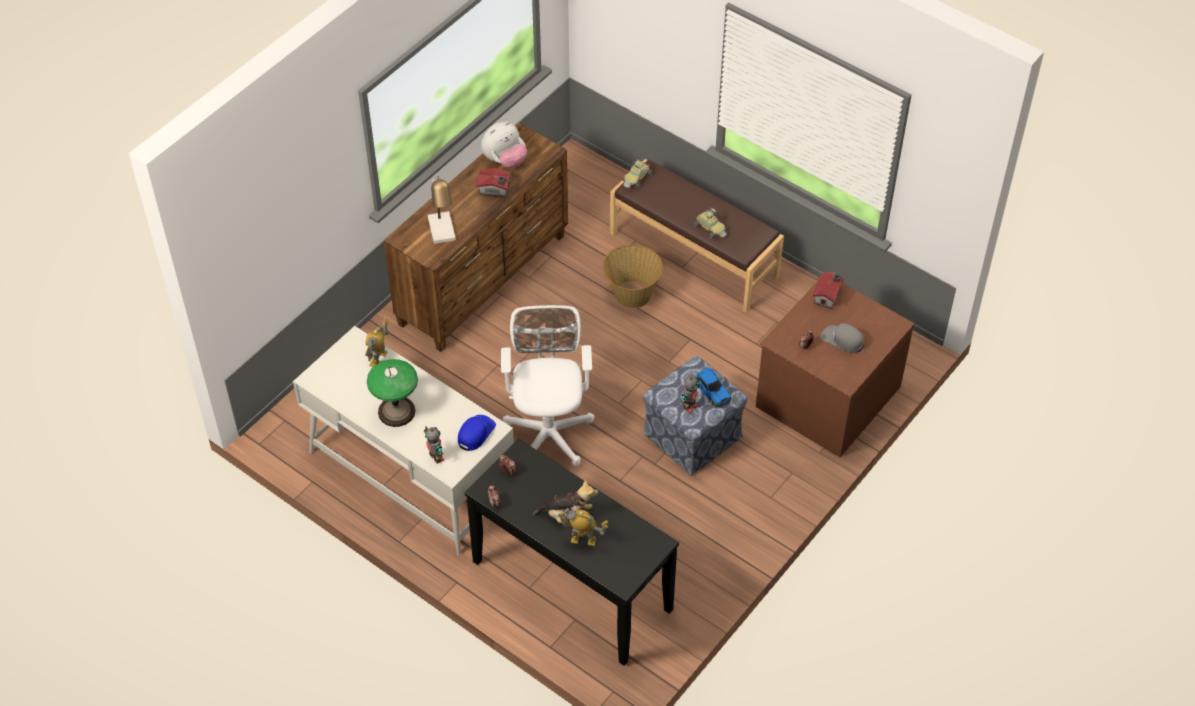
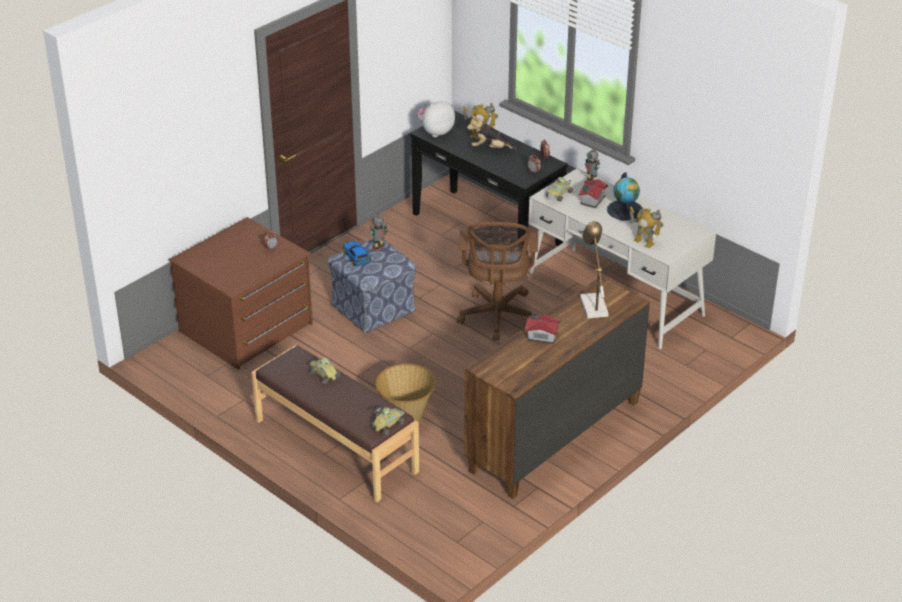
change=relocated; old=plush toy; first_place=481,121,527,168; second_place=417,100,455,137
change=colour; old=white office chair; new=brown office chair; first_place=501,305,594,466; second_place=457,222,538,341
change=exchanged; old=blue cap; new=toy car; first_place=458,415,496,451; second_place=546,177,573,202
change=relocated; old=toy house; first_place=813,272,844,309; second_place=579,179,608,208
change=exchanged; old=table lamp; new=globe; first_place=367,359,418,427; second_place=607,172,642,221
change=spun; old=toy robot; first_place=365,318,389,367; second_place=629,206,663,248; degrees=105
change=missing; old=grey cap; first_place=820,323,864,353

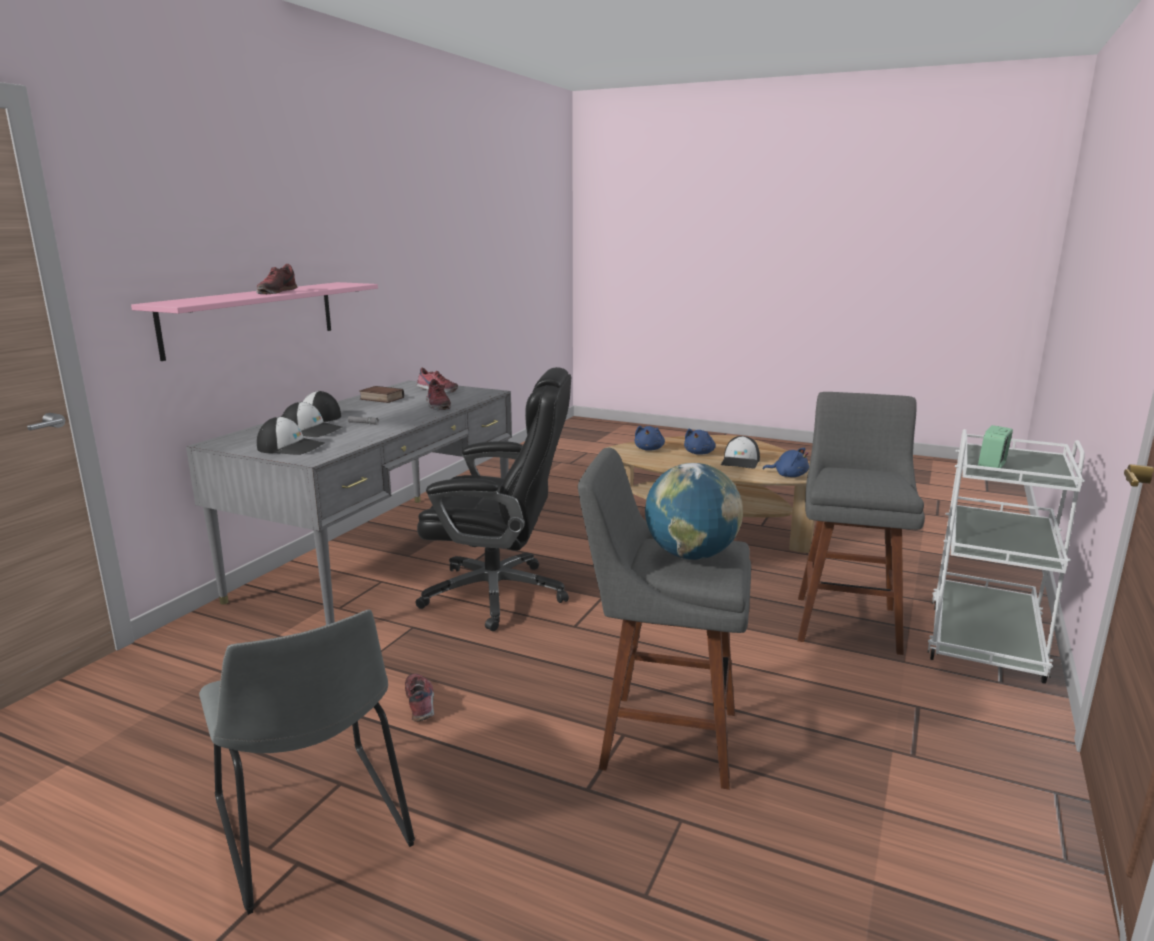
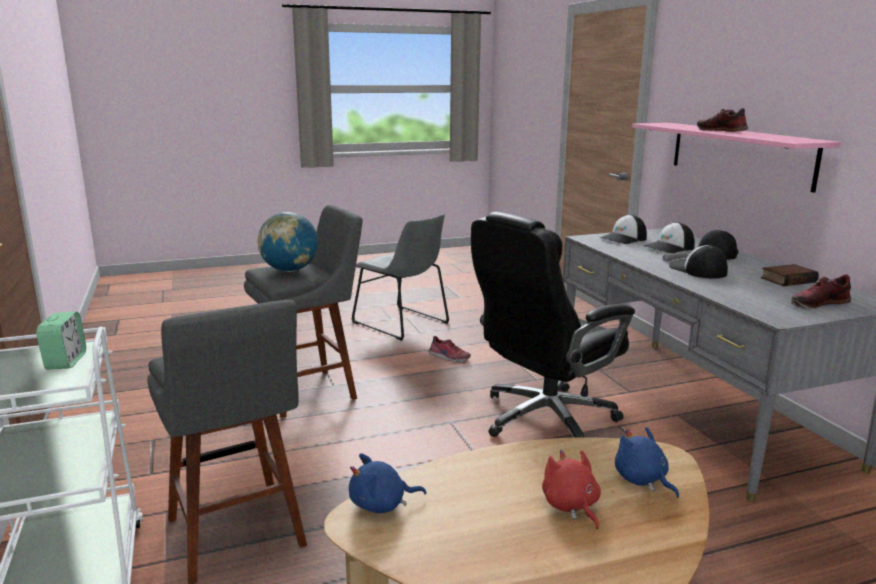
change=spun; old=grey chair; first_place=199,609,415,915; second_place=351,214,449,341; degrees=-150
change=colour; old=blue plush toy; new=red plush toy; first_place=684,429,716,455; second_place=542,450,601,529
change=relocated; old=cap; first_place=721,436,760,469; second_place=669,245,728,279
change=missing; old=shoe; first_place=426,379,451,410

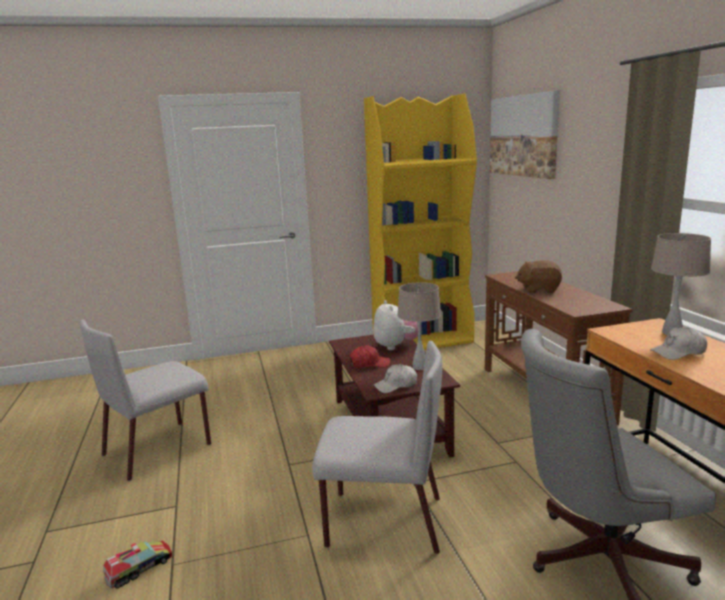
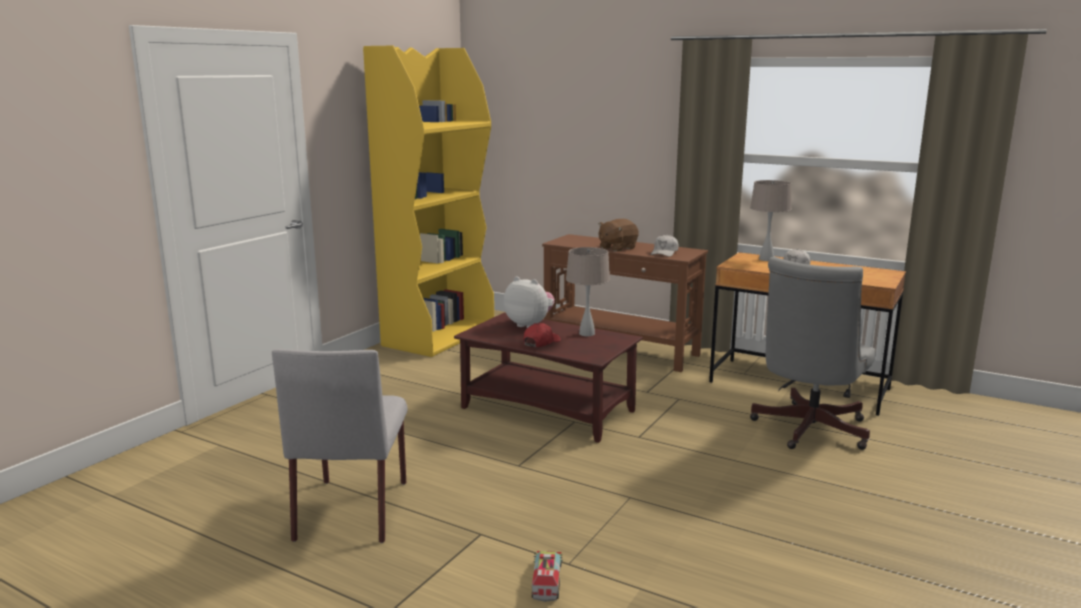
change=relocated; old=white cap; first_place=374,364,417,393; second_place=651,234,679,257
change=missing; old=grey chair; first_place=312,341,442,554
change=missing; old=picture; first_place=490,90,560,179

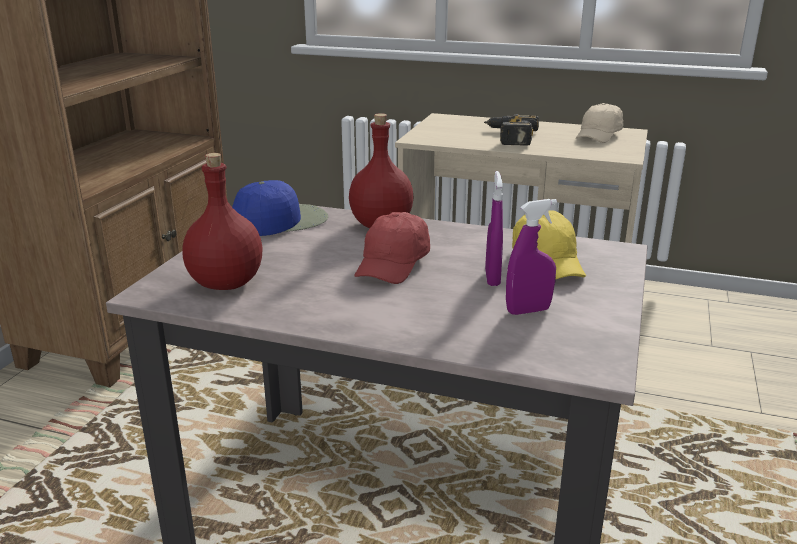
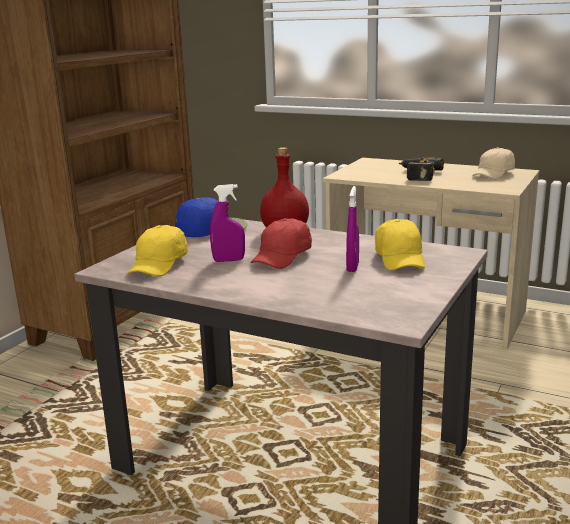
change=exchanged; old=red bottle; new=yellow cap; first_place=182,153,262,290; second_place=128,225,188,276
change=relocated; old=purple spray bottle; first_place=506,199,557,315; second_place=210,184,245,262

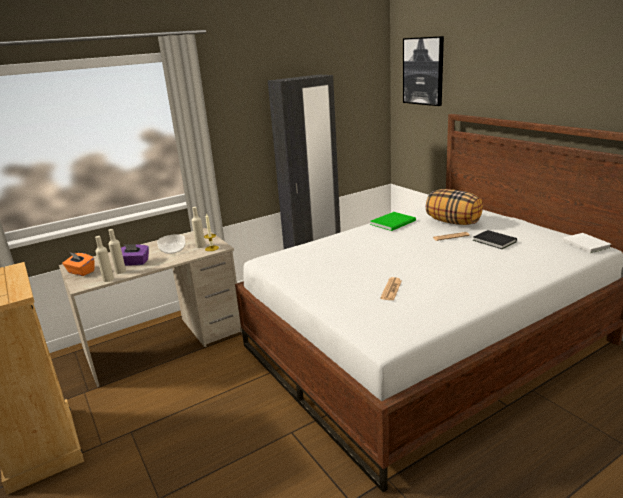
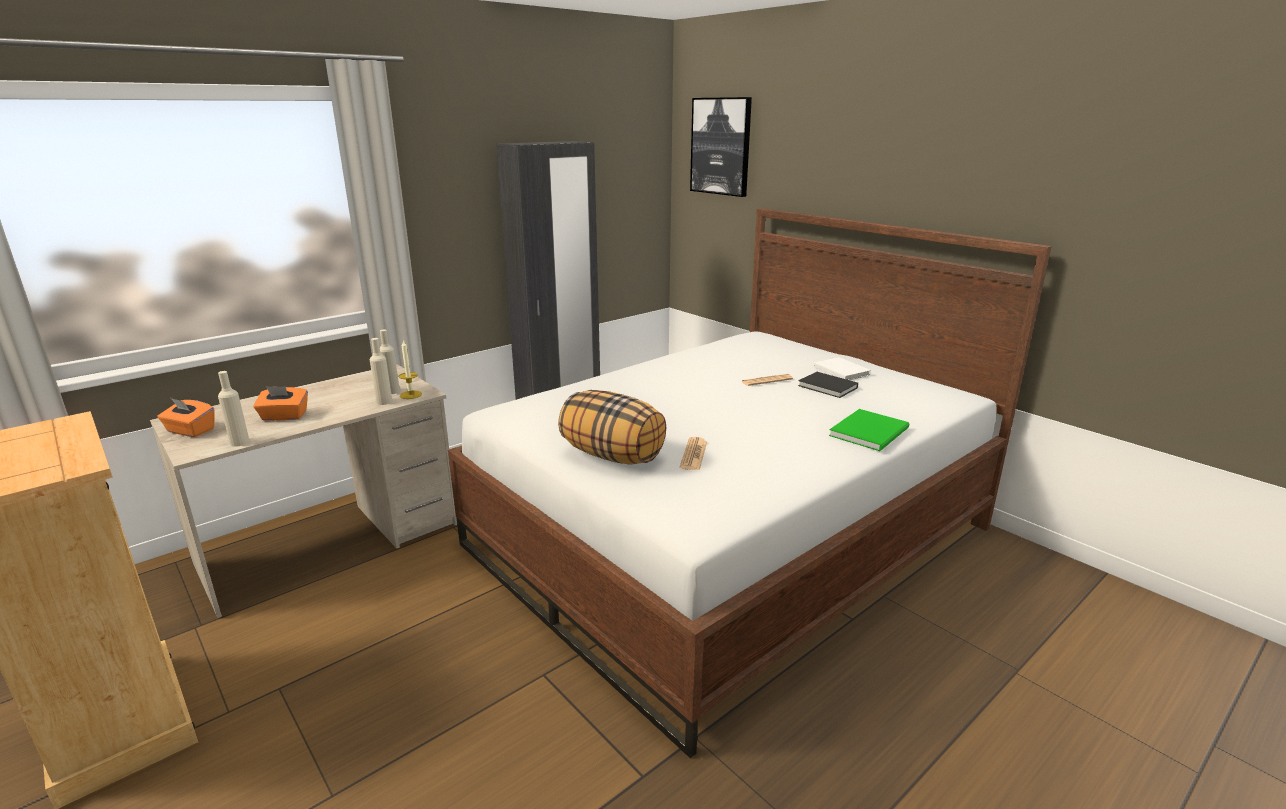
change=colour; old=purple tissue box; new=orange tissue box; first_place=121,244,149,266; second_place=253,386,308,421
change=relocated; old=beige bottle; first_place=108,229,126,274; second_place=370,338,392,405
change=relocated; old=pillow; first_place=426,189,483,225; second_place=558,390,666,465
change=relocated; old=white book; first_place=562,233,611,253; second_place=814,357,871,380
change=relocated; old=green book; first_place=370,212,416,231; second_place=829,409,909,451
change=missing; old=bowl; first_place=157,234,186,254

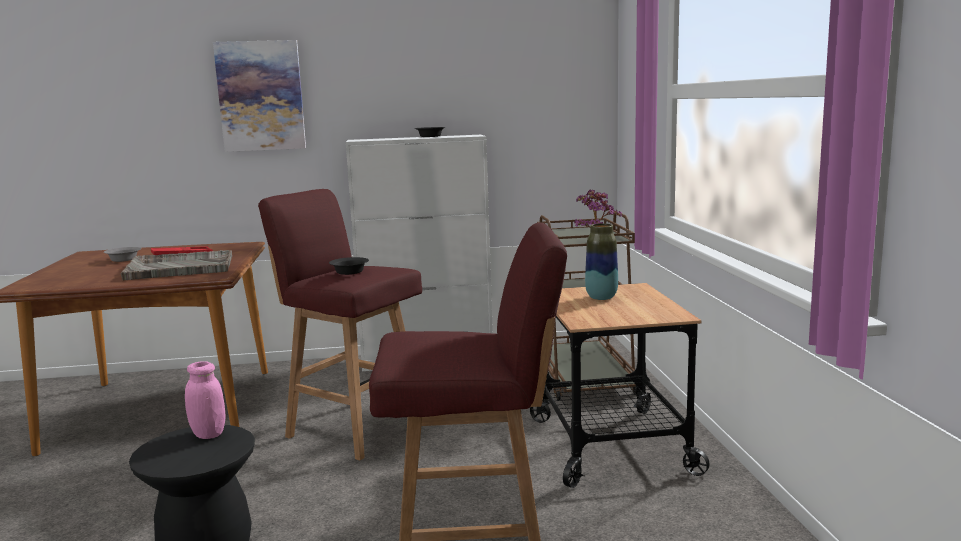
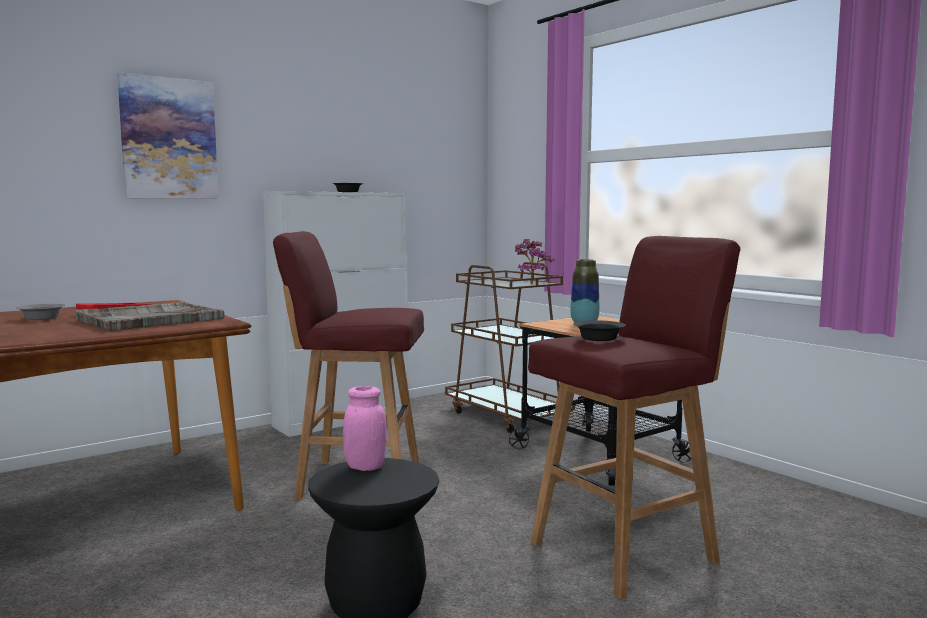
change=relocated; old=black bowl; first_place=329,257,369,275; second_place=573,320,626,341

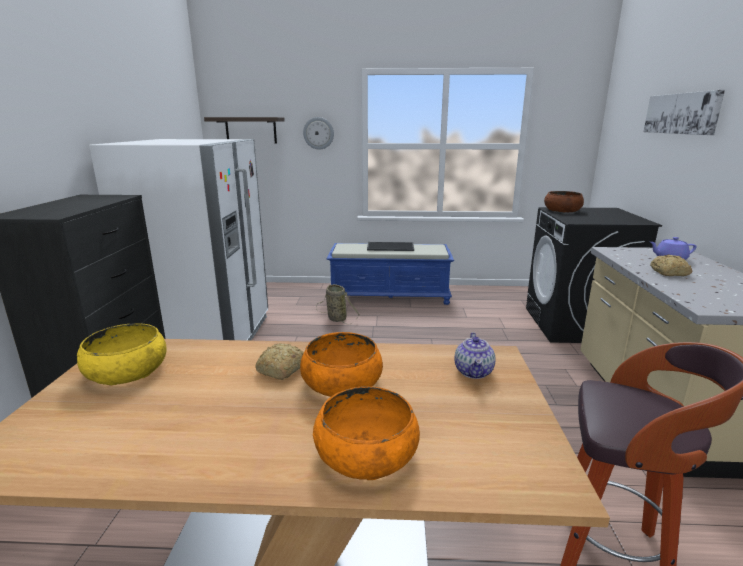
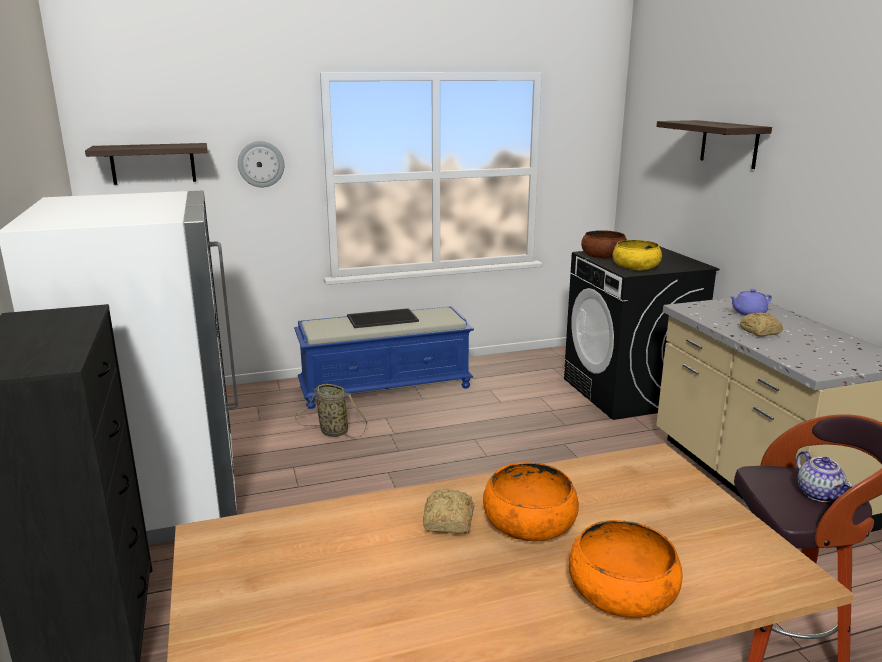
change=relocated; old=yellow bowl; first_place=77,323,167,386; second_place=613,240,662,270
change=exchanged; old=picture; new=shelf; first_place=644,90,725,135; second_place=656,120,772,169
change=relocated; old=teapot; first_place=454,332,495,379; second_place=796,451,853,502

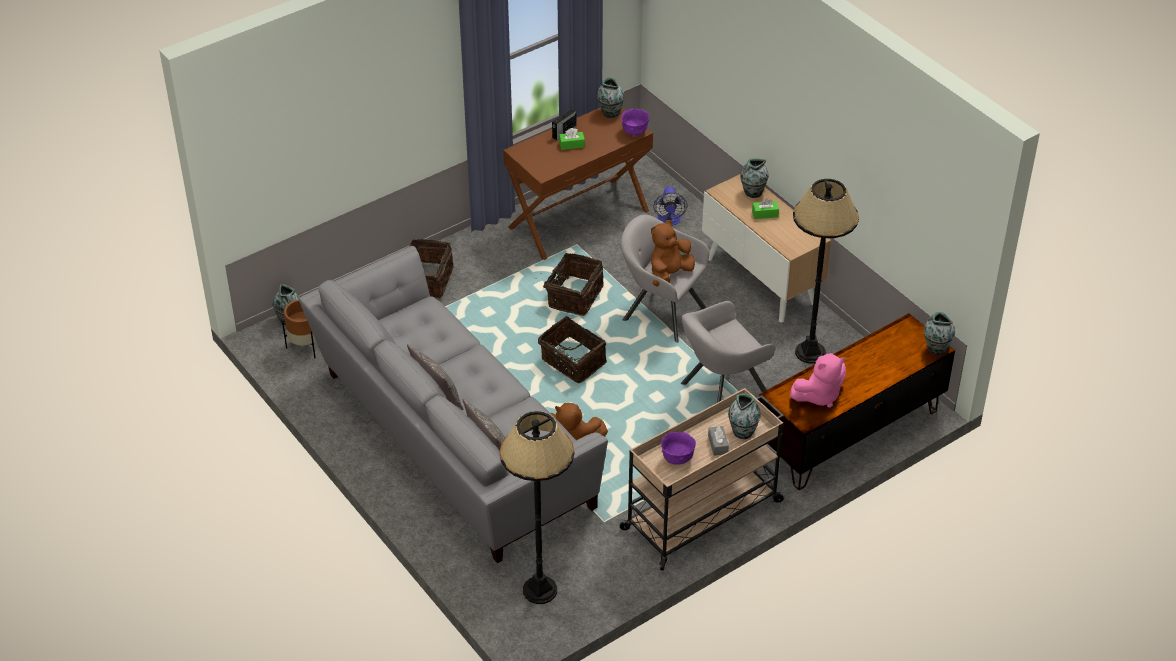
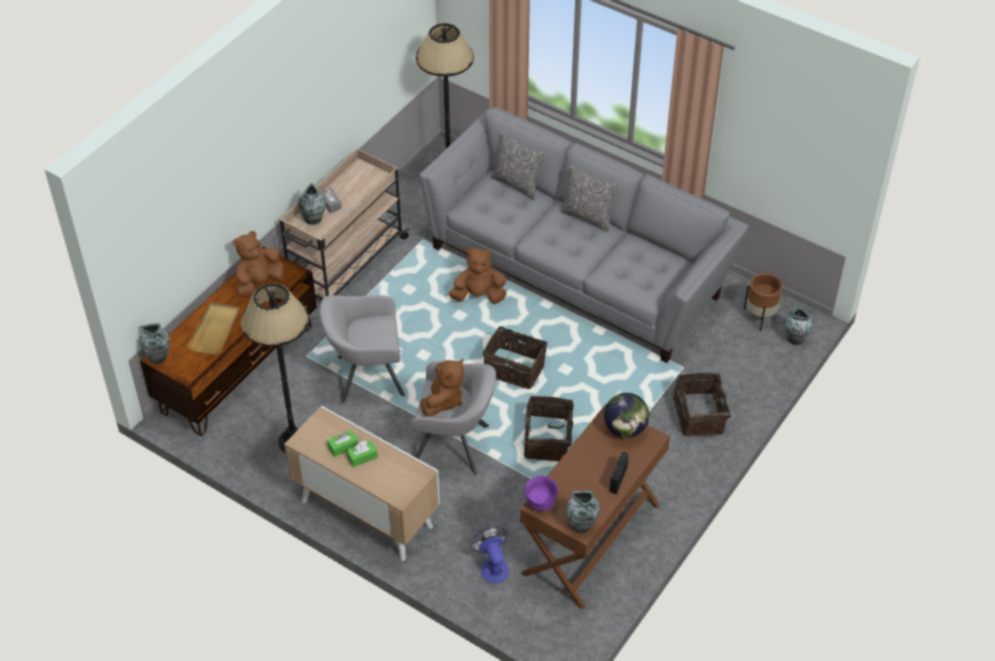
change=appeared; new=beige tray; second_place=187,302,239,355
change=colour; old=pink plush toy; new=brown plush toy; first_place=790,353,846,408; second_place=233,231,284,298
change=spun; old=grey armchair; first_place=681,301,776,403; second_place=320,295,405,403; degrees=-135
change=relocated; old=green tissue box; first_place=559,128,585,150; second_place=327,430,358,457
change=appeared; new=globe; second_place=604,393,649,438
change=missing; old=purple bowl; first_place=661,432,696,465
change=missing; old=vase; first_place=740,158,769,198

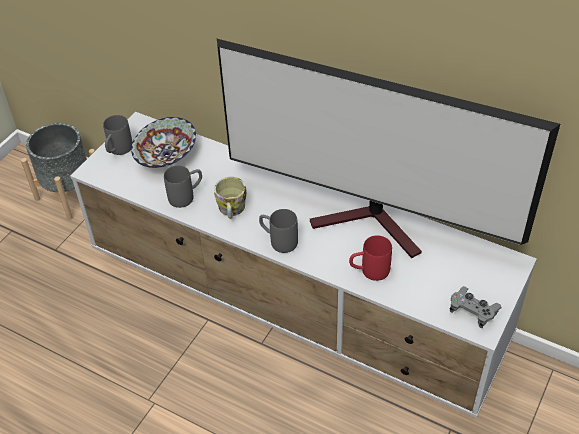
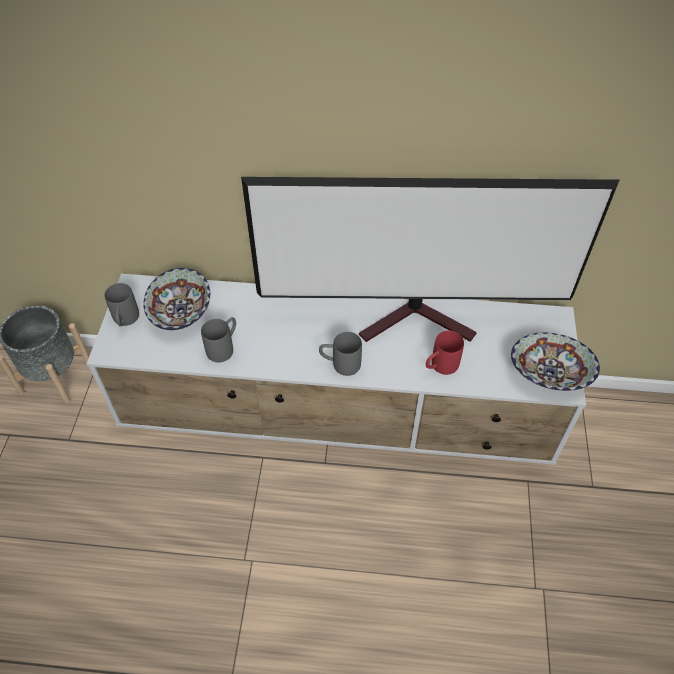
change=exchanged; old=grey game controller; new=bowl; first_place=450,286,501,328; second_place=511,333,600,391
change=missing; old=mug; first_place=214,177,247,219

